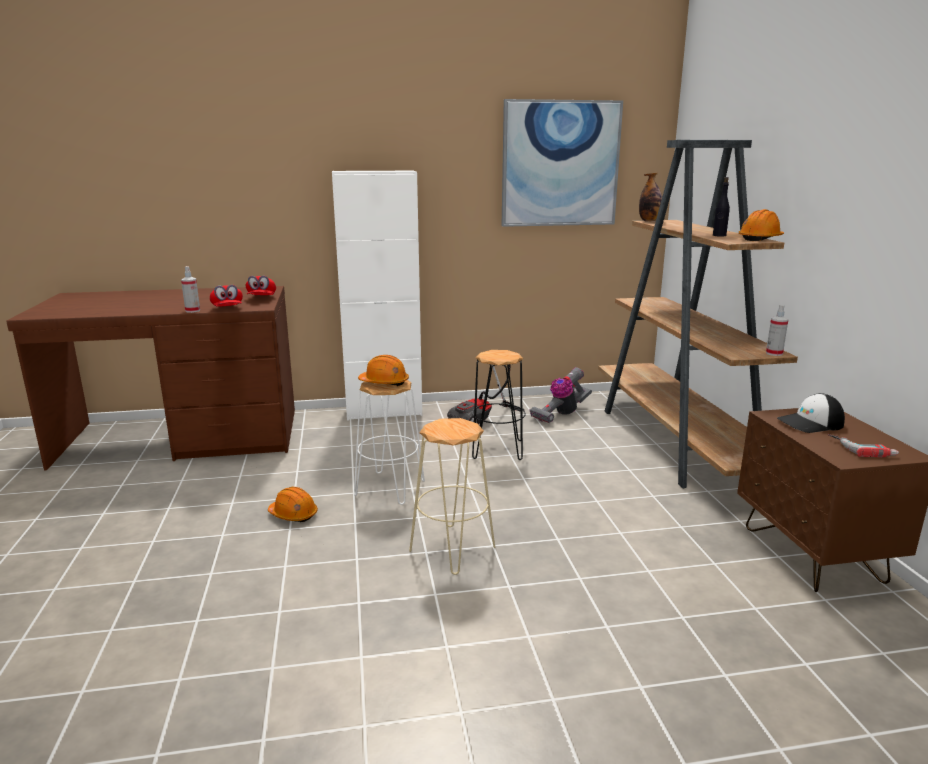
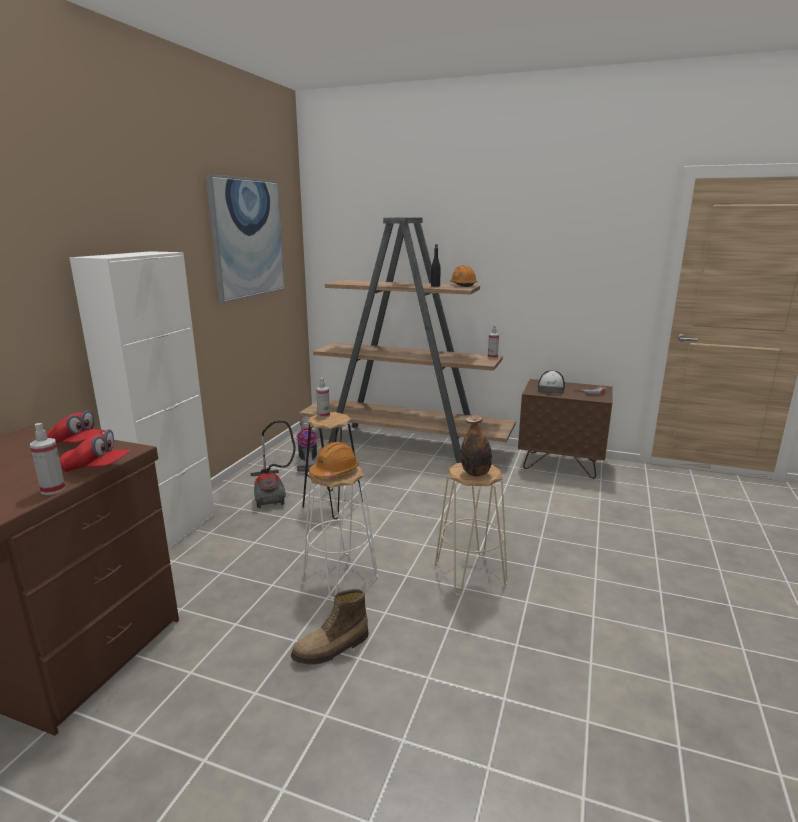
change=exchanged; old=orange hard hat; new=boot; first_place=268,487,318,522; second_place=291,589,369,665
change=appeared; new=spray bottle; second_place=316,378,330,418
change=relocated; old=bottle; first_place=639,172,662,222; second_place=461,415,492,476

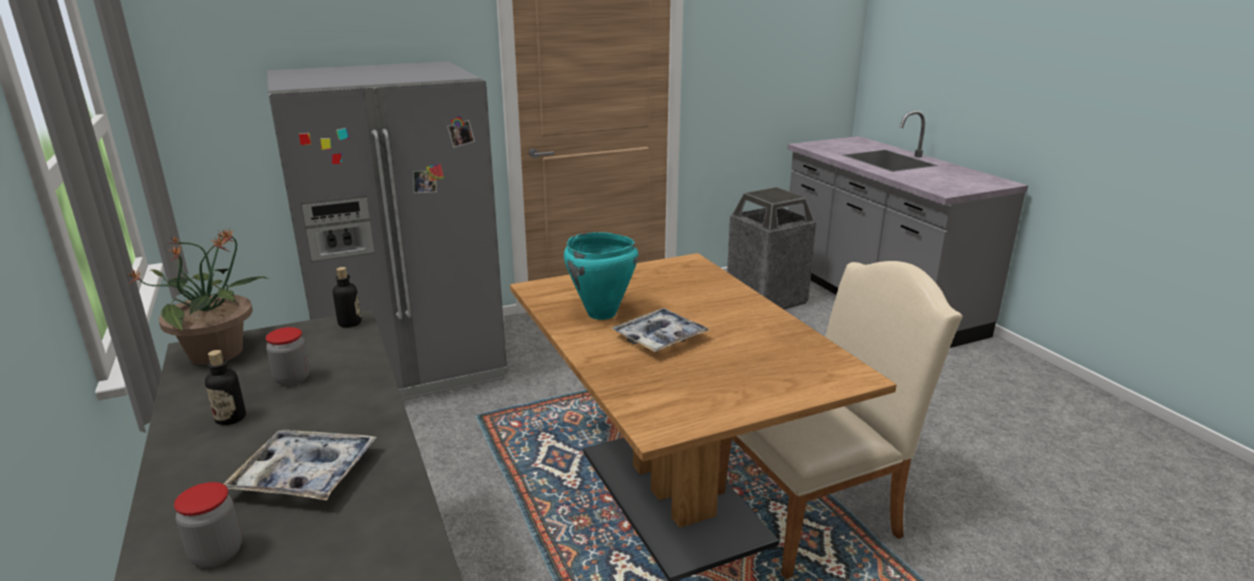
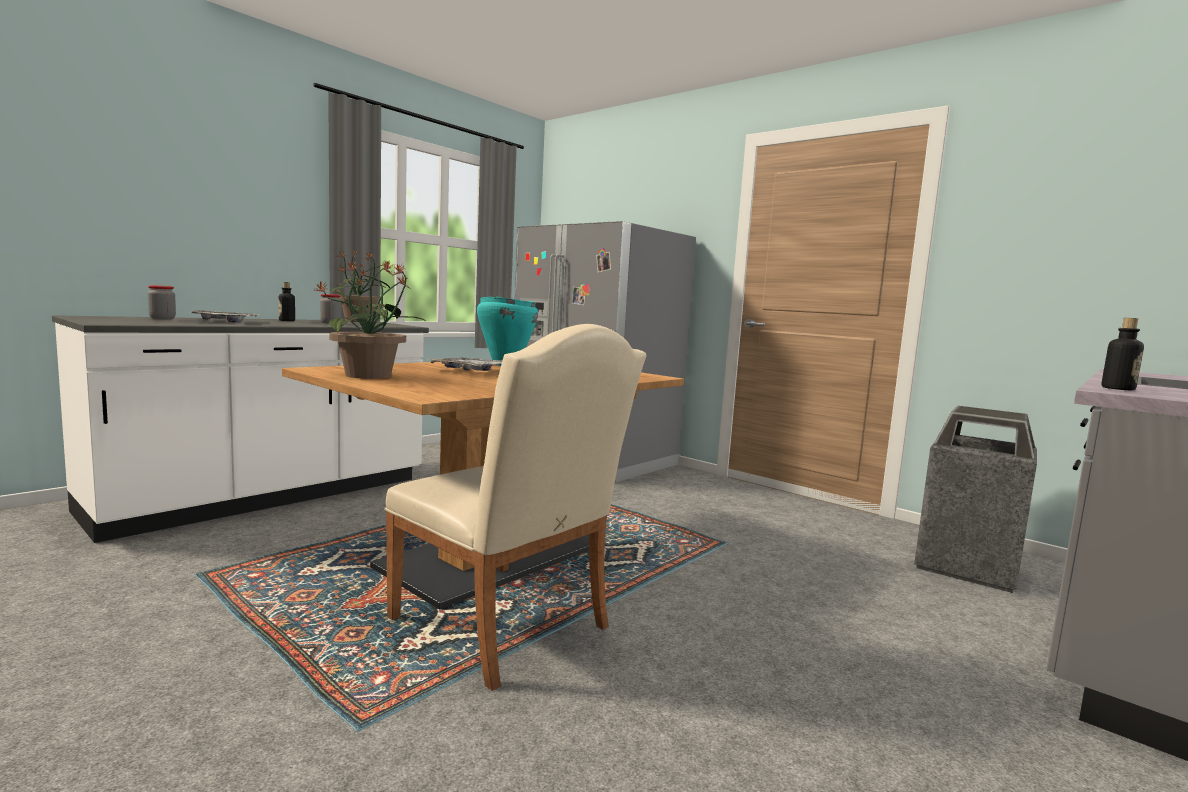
change=appeared; new=potted plant; second_place=315,260,427,379
change=relocated; old=bottle; first_place=333,267,362,328; second_place=1101,318,1144,390

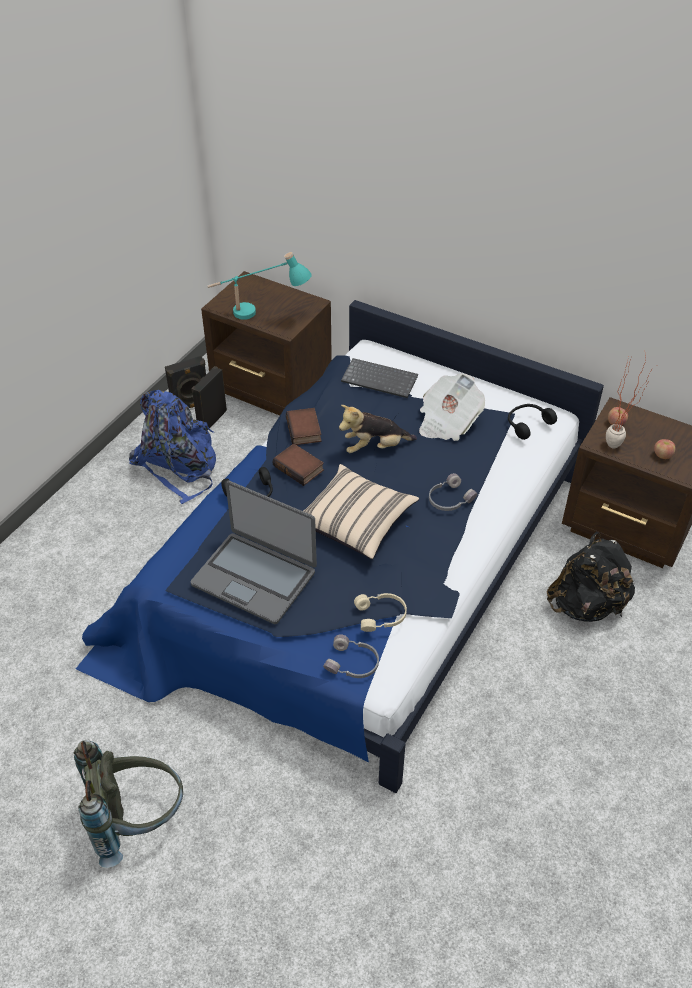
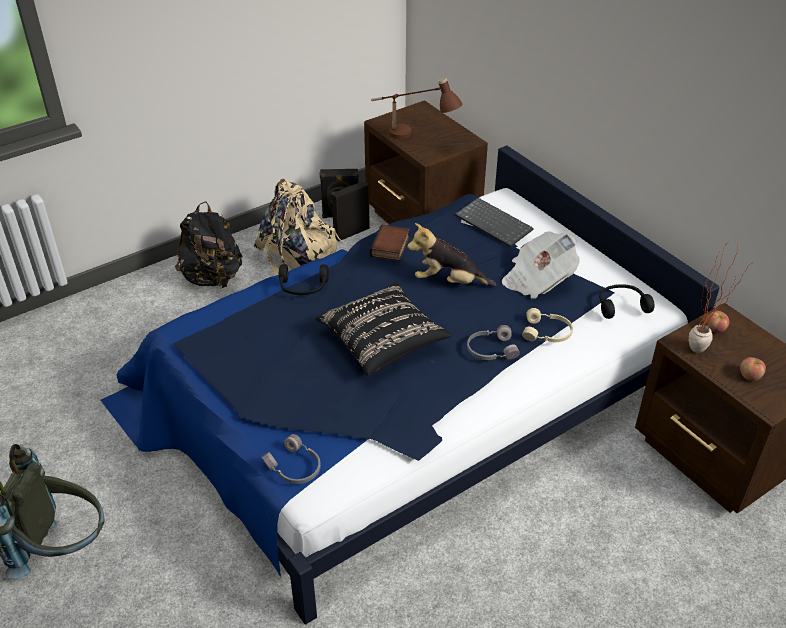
change=relocated; old=black backpack; first_place=547,532,635,622; second_place=175,202,243,288
change=colour; old=blue backpack; new=beige backpack; first_place=129,390,216,504; second_place=254,179,342,276
change=colour; old=beige pillow; new=black pillow; first_place=304,464,419,559; second_place=315,282,452,376
change=colour; old=turquoise table lamp; new=brown table lamp; first_place=207,252,312,320; second_place=371,78,463,139
change=relocated; old=beige headphones; first_place=354,593,407,632; second_place=522,308,573,342
change=missing; old=laptop; first_place=190,480,317,624
change=missing; old=book; first_place=273,444,324,486

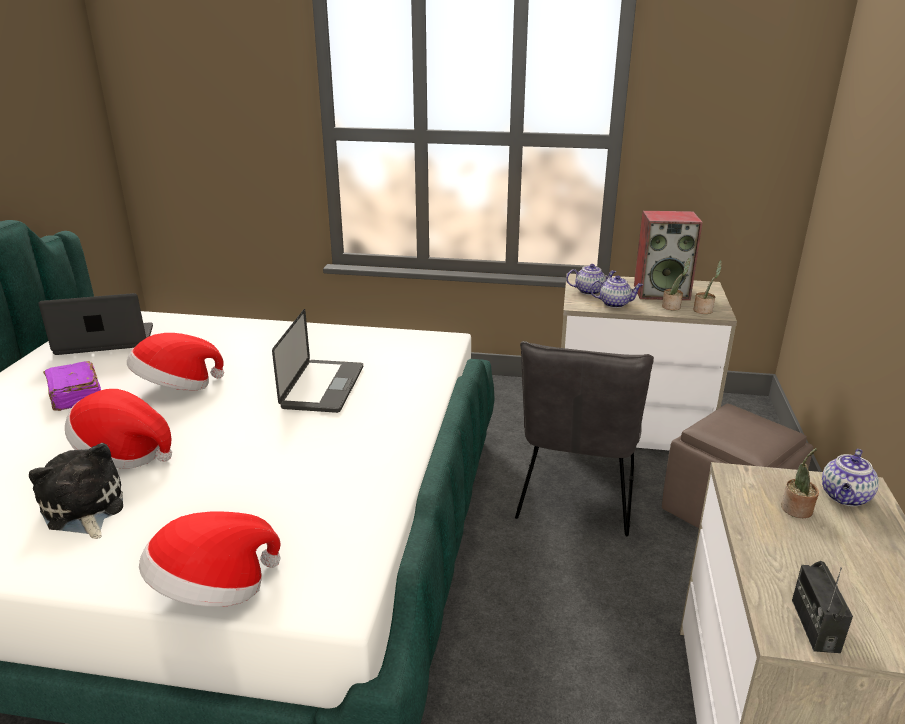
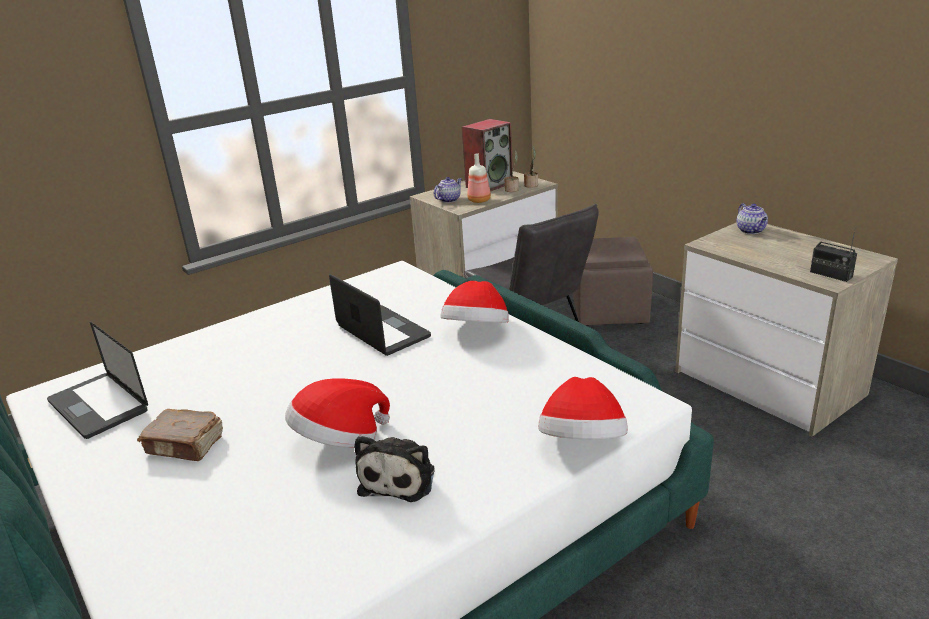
change=spun; old=laptop; first_place=38,293,153,355; second_place=47,322,148,439; degrees=-75
change=colour; old=purple book; new=brown book; first_place=43,361,101,411; second_place=137,409,223,461
change=spun; old=plush toy; first_place=29,443,123,539; second_place=354,435,435,502; degrees=-90
change=relocated; old=hat; first_place=127,333,224,391; second_place=441,281,509,323
change=exchanged; old=teapot; new=bottle; first_place=590,275,643,308; second_place=468,153,491,203
change=missing; old=potted plant; first_place=781,448,819,518

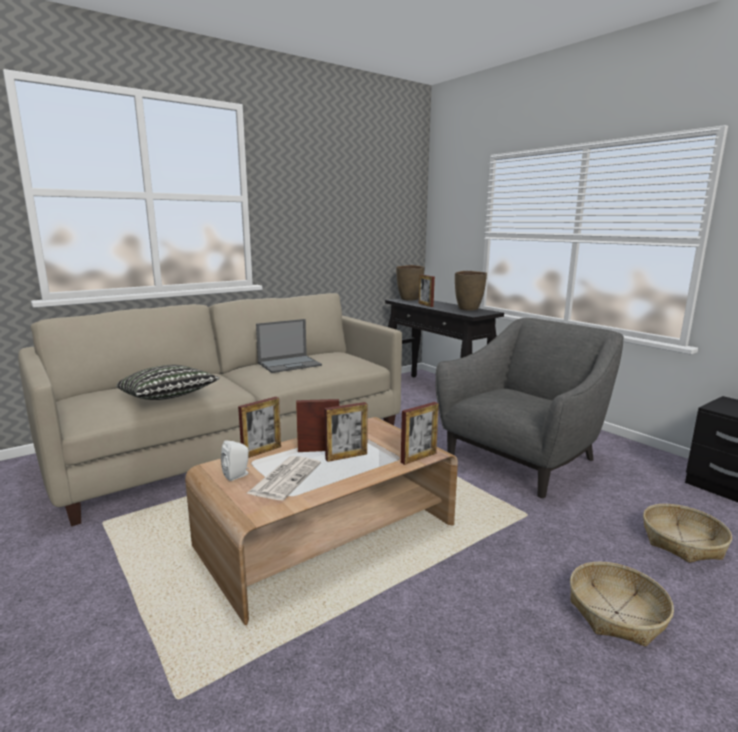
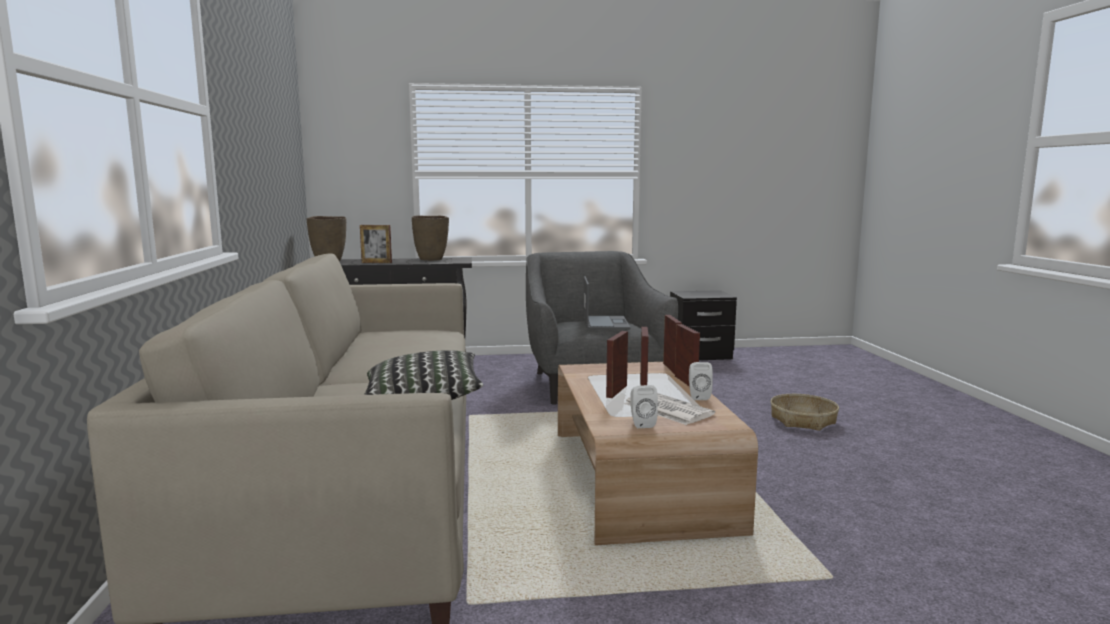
change=relocated; old=laptop; first_place=256,319,322,373; second_place=584,276,630,329
change=relocated; old=picture frame; first_place=238,397,281,458; second_place=675,324,700,386
change=appeared; new=white speaker; second_place=689,362,713,400
change=missing; old=basket; first_place=643,504,732,563

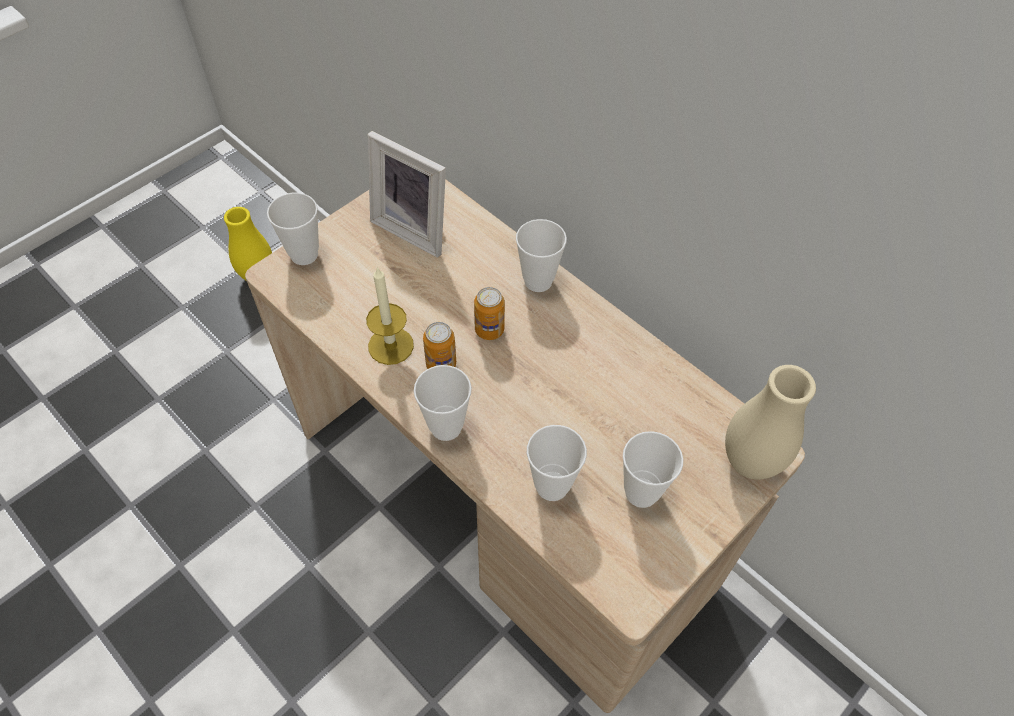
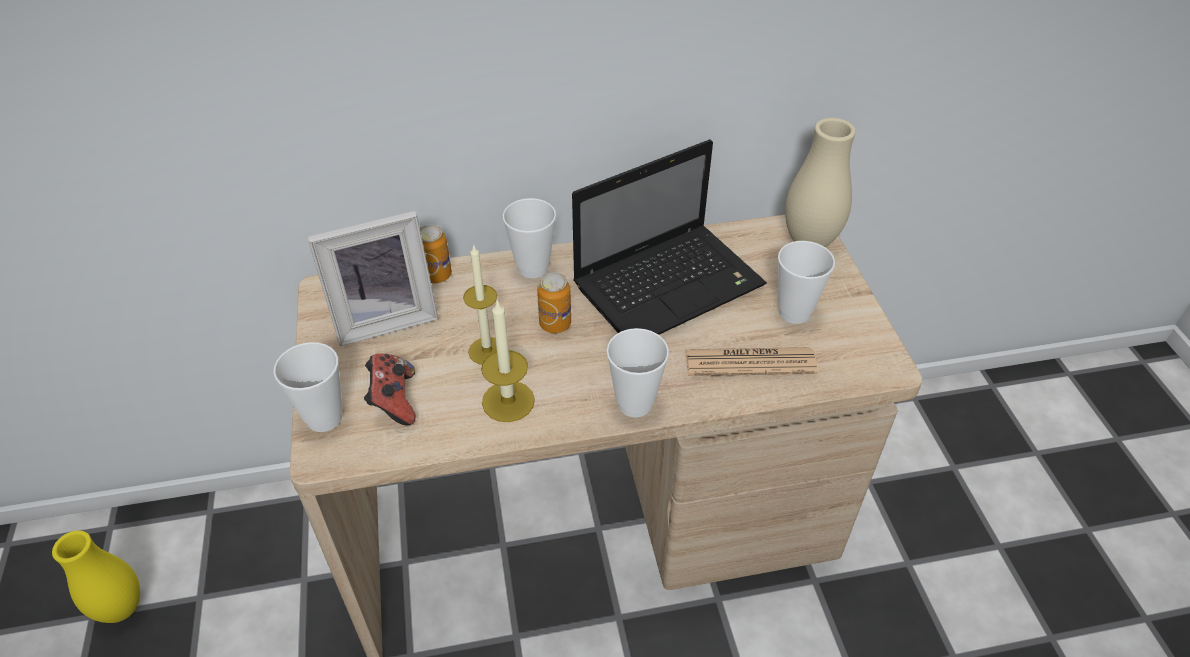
change=appeared; new=game controller; second_place=364,353,416,425
change=relocated; old=can; first_place=423,322,456,369; second_place=420,225,452,283
change=appeared; new=candle; second_place=463,244,497,365
change=appeared; new=laptop; second_place=572,139,767,335
change=exchanged; old=cup; new=newspaper; first_place=527,425,587,501; second_place=685,347,818,376

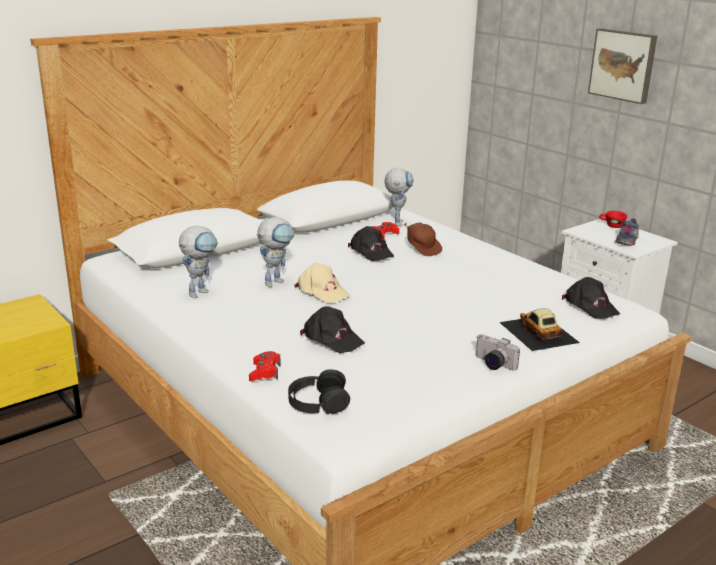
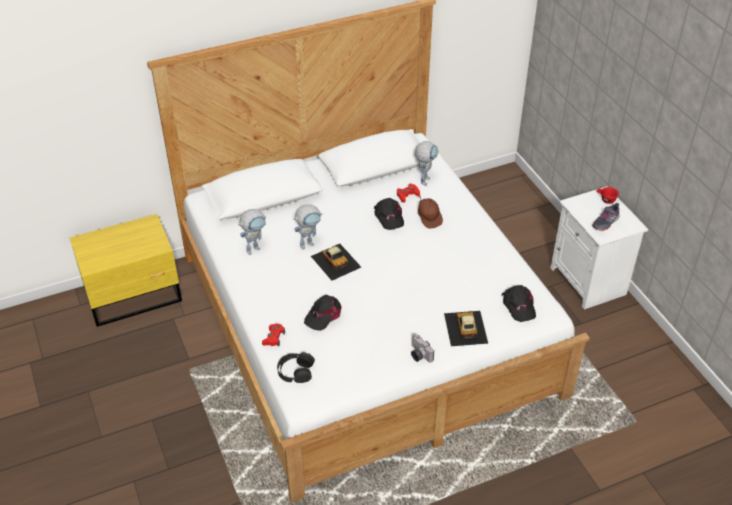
change=spun; old=black cap; first_place=300,306,365,353; second_place=304,295,342,331; degrees=75
change=exchanged; old=beige cap; new=toy car; first_place=294,263,350,303; second_place=311,244,361,281
change=missing; old=picture; first_place=588,28,657,104

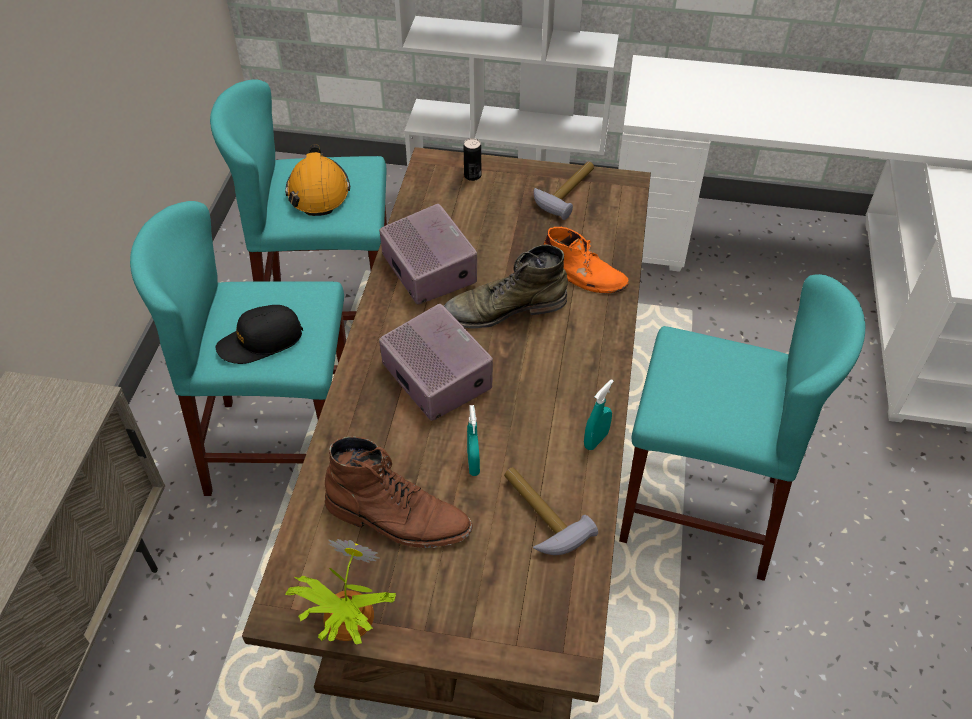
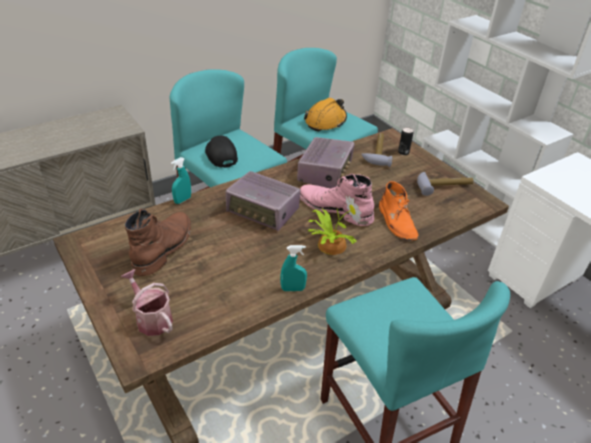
change=appeared; new=watering can; second_place=121,269,173,336
change=spun; old=brown boot; first_place=325,436,473,548; second_place=124,209,191,276; degrees=-135
change=relocated; old=turquoise spray bottle; first_place=467,405,480,476; second_place=171,157,191,204
change=spun; old=black cap; first_place=216,305,303,364; second_place=205,135,238,168; degrees=45
change=spun; old=radio; first_place=379,304,493,421; second_place=226,171,300,231; degrees=105
change=colour; old=green boot; new=pink boot; first_place=444,244,568,329; second_place=300,174,374,226
change=relocated; old=potted plant; first_place=285,539,396,645; second_place=308,196,362,255
change=relocated; old=hammer; first_place=504,467,598,555; second_place=361,133,392,167

